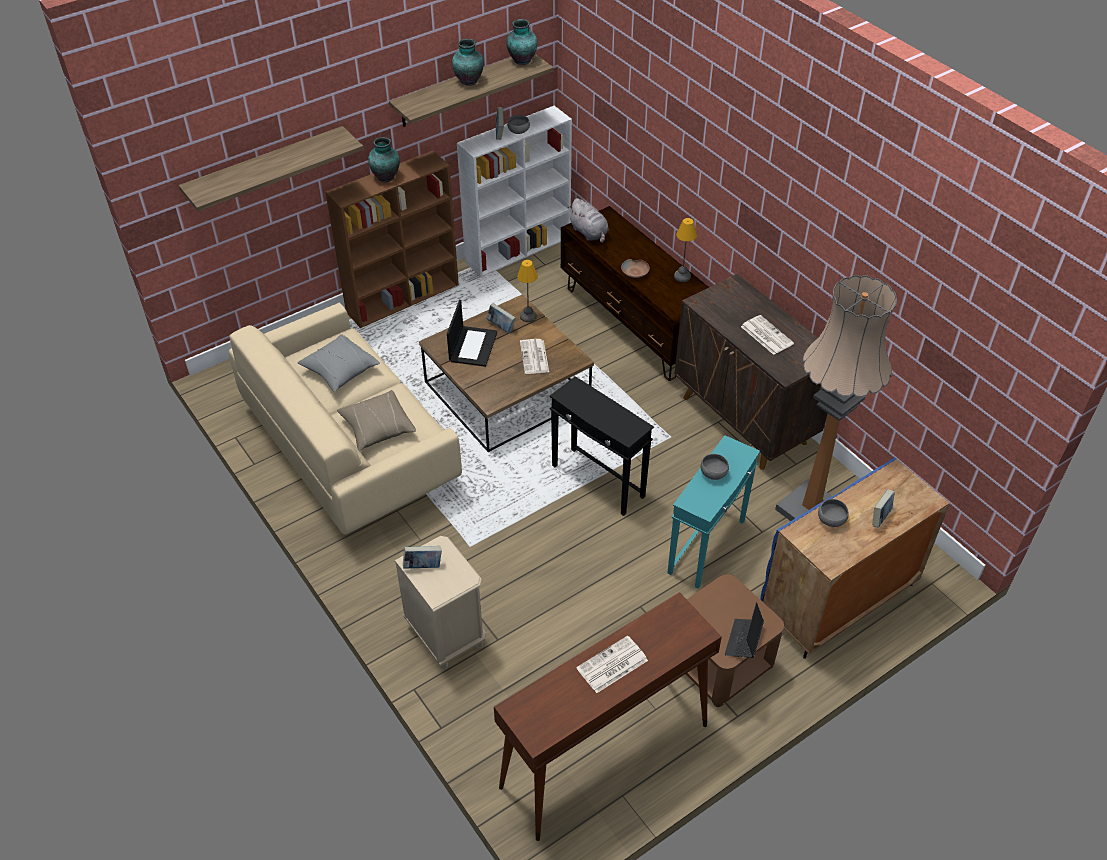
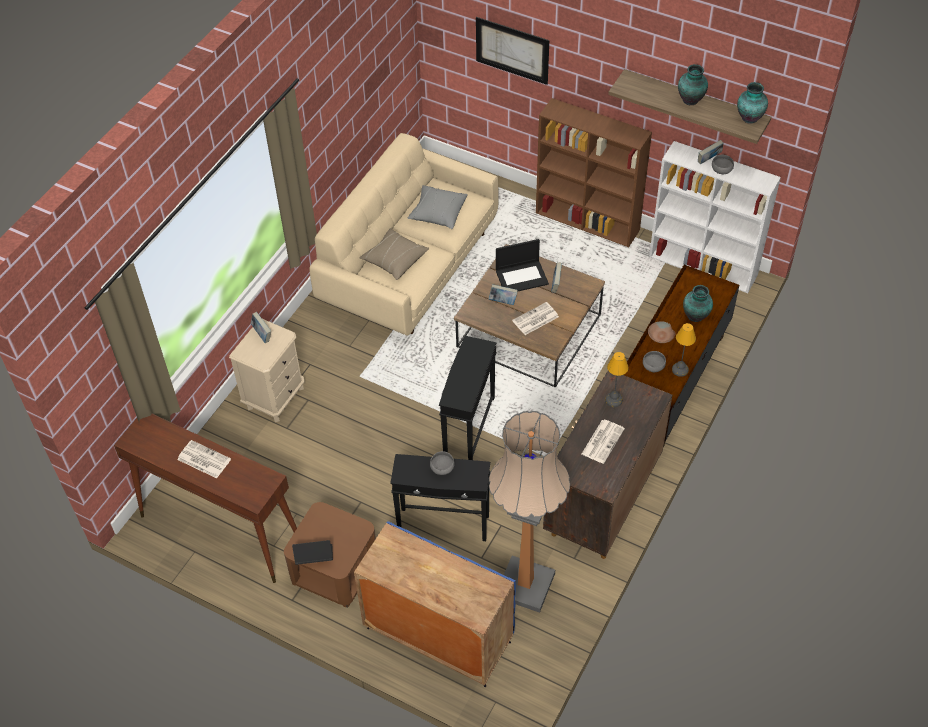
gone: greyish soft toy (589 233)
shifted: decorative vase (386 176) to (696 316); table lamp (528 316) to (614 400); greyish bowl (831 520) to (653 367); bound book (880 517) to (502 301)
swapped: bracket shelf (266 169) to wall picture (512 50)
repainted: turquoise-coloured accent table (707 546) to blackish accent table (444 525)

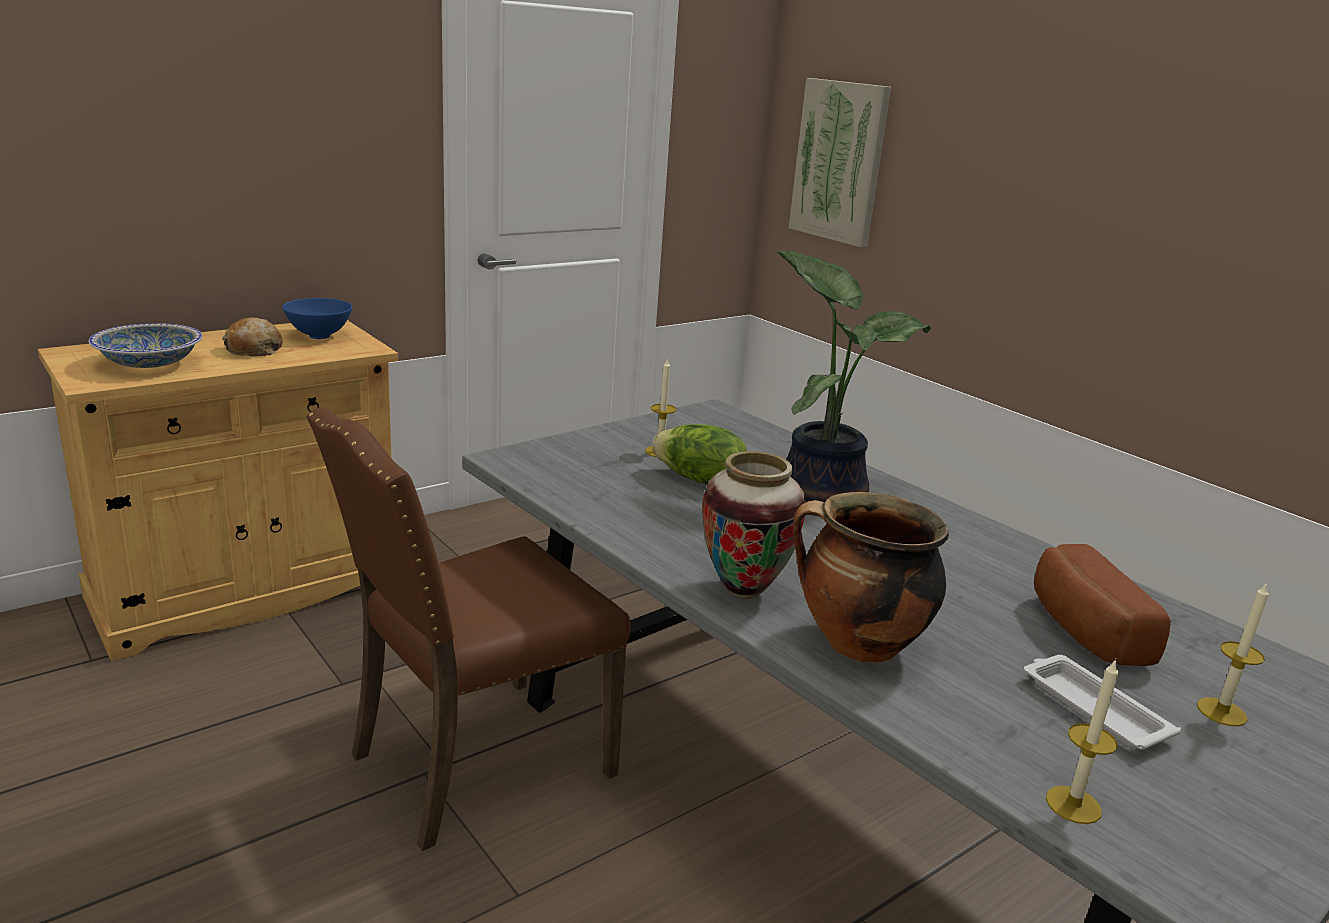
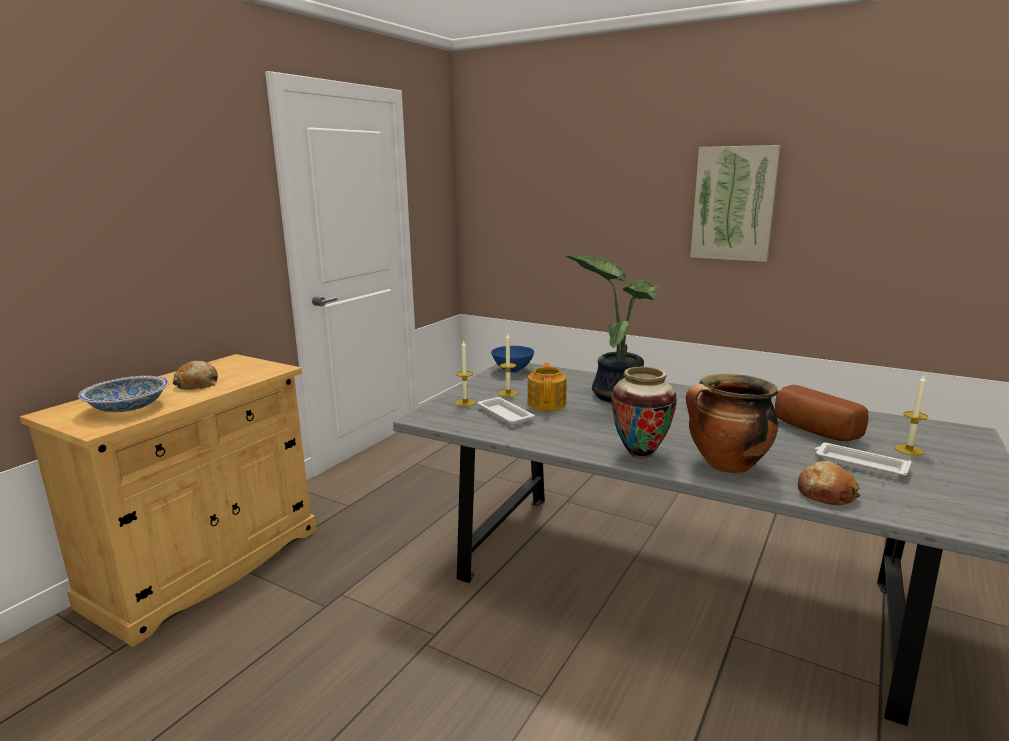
gone: brown chair (475 763)
new: whitish carrying tray (504 414); bread (826 493)
shifted: blue-coloured bowl (320 336) to (512 370); wall picture (839 161) to (734 203); wax candle (1073 805) to (465 403)
swapped: head of lettuce (699 480) to pot for tea (547 403)

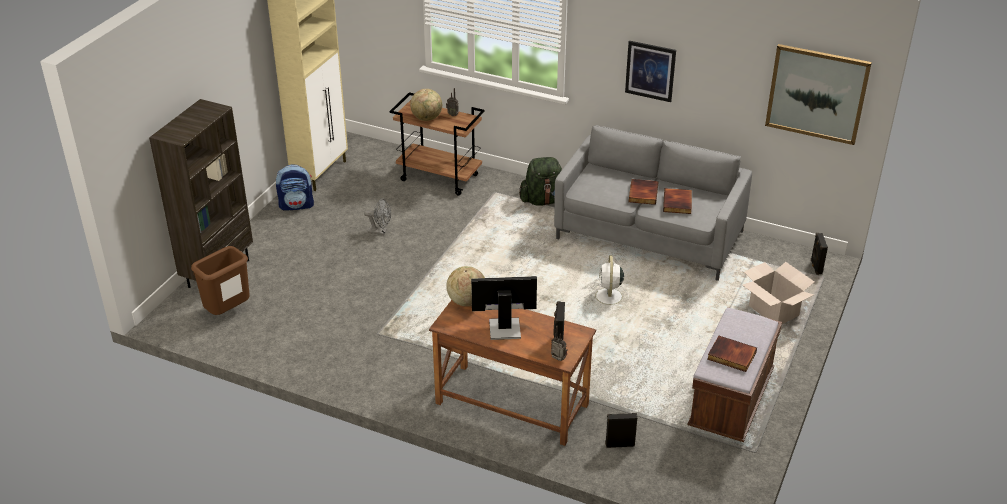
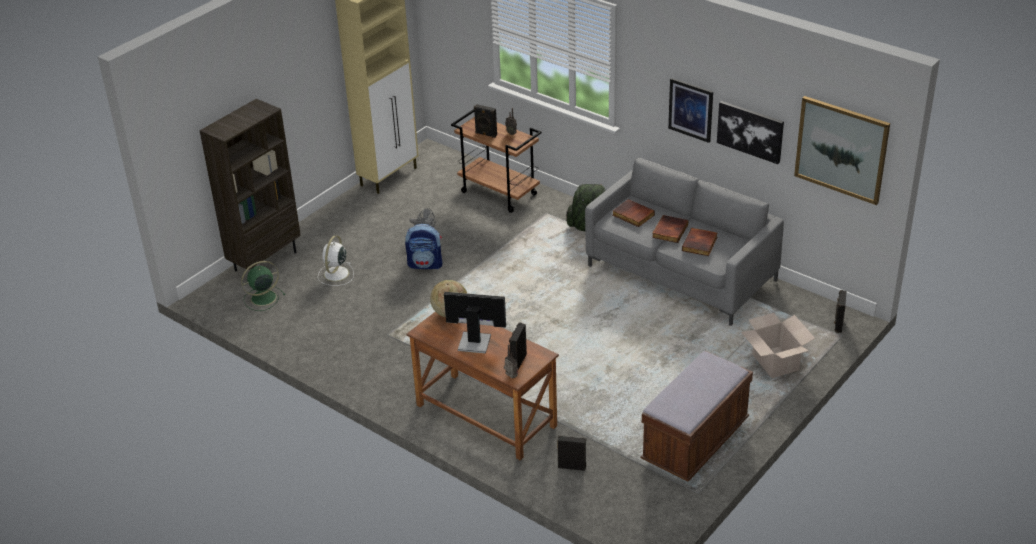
new: wall picture (750 131)
shifted: knapsack (297 205) to (426 264); whitish fan (609 297) to (336 274); bound book (731 356) to (632 215)
swapped: brown trash can (228 312) to green-coloured fan (262 298); world globe (427 118) to blackish loudspeaker (485 134)

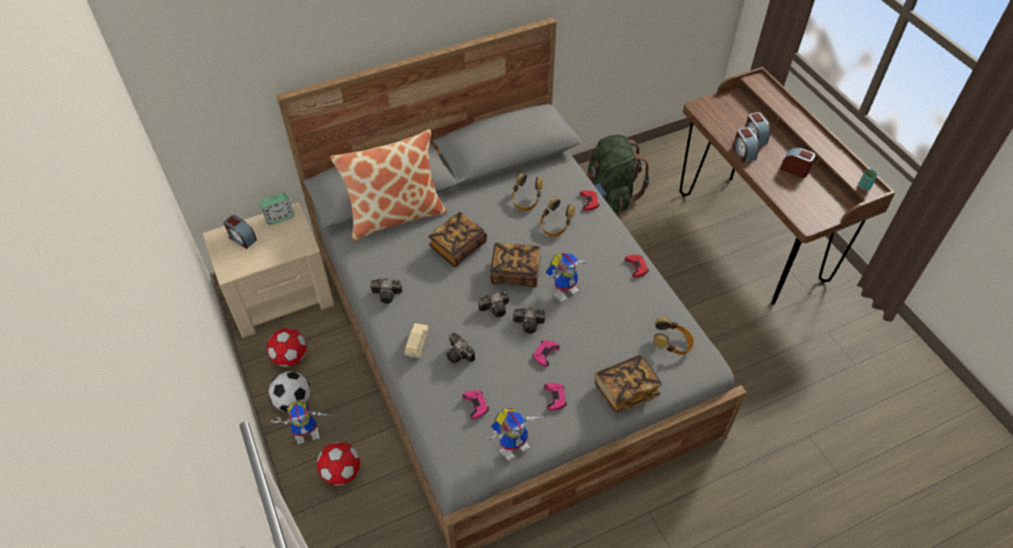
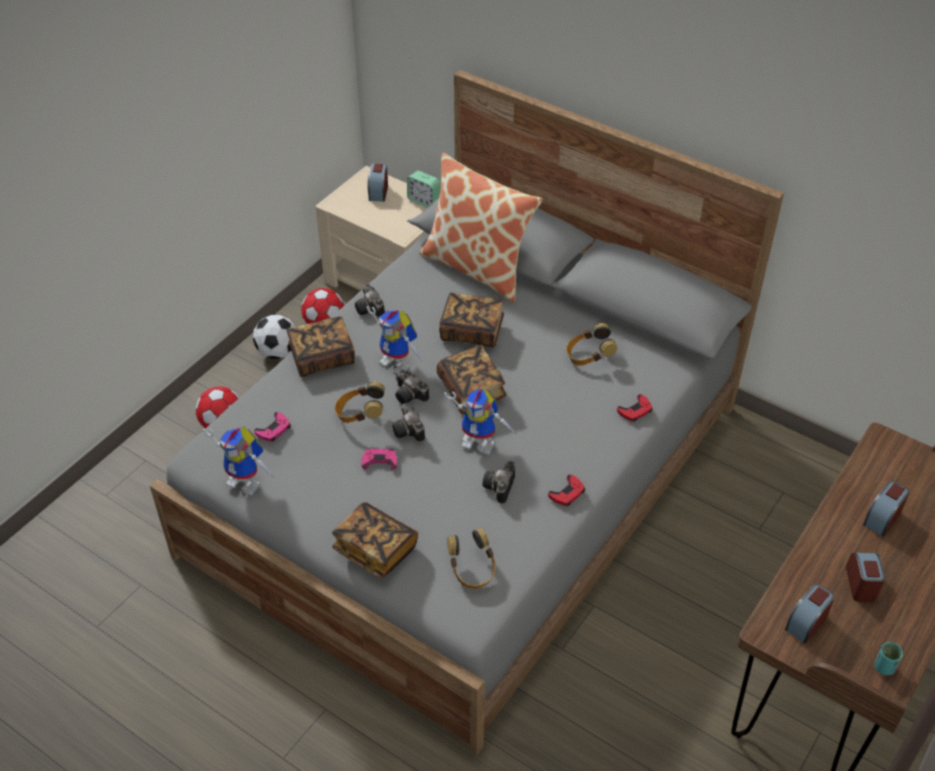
gone: pink-coloured joypad (555 397); green-coloured knapsack (610 195)
shifted: robot figure (308 432) to (399 363); photo camera (460 355) to (499 488); headphones (555 226) to (360 414); table clock (743 153) to (806 622)
swapped: sand-coloured toy car (417 345) to bound book (322 357)

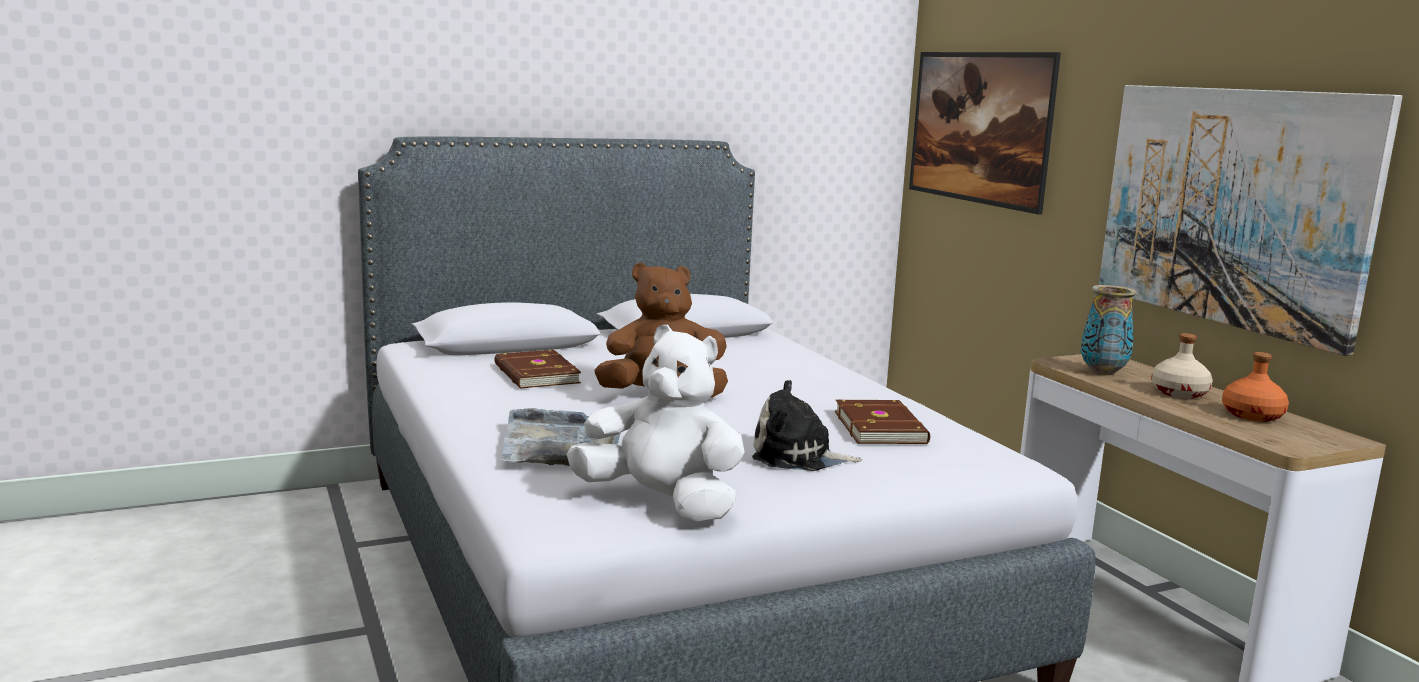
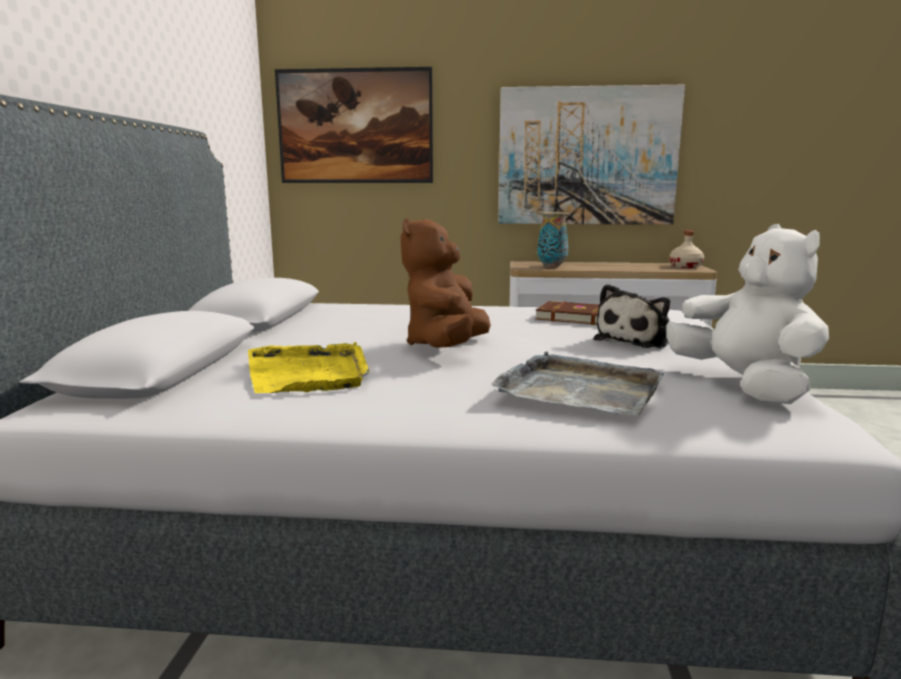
gone: orange-coloured beverage bottle (1253 415)
shifted: sand-coloured beverage bottle (1180 393) to (686 266)
swapped: brown bound book (535 374) to yellow-coloured carrying tray (308 373)
rotated: whitish soft toy (661 503) = (744 386) 105 degrees clockwise

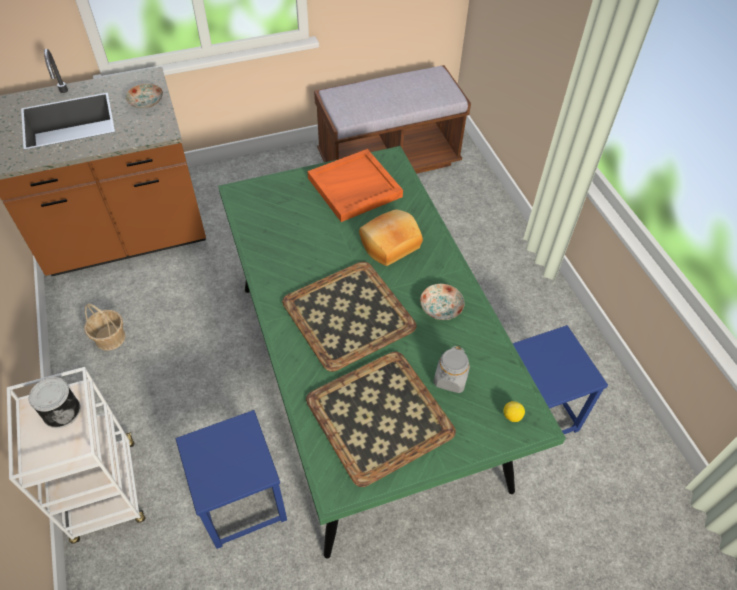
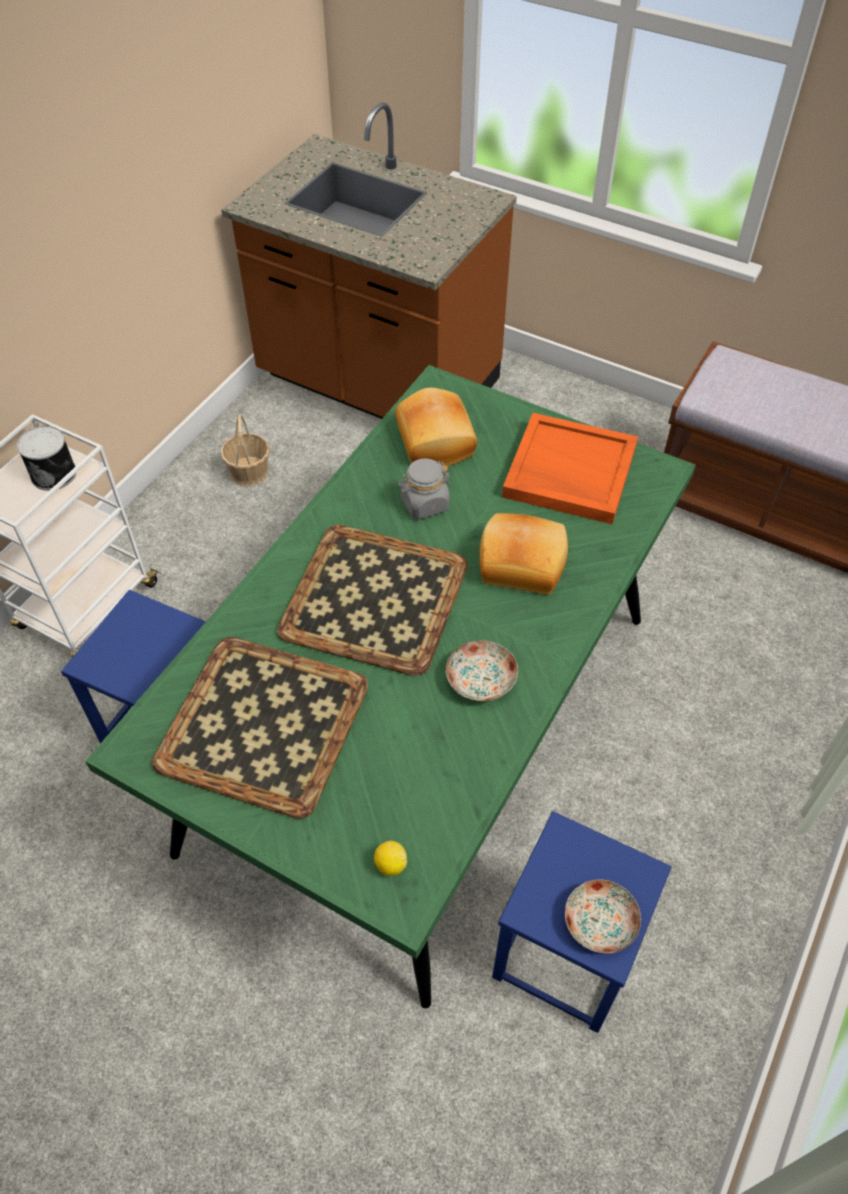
new: bread (437 441)
shifted: dinner plate (146 102) to (600 923); greyish preserve jar (450 379) to (424 504)

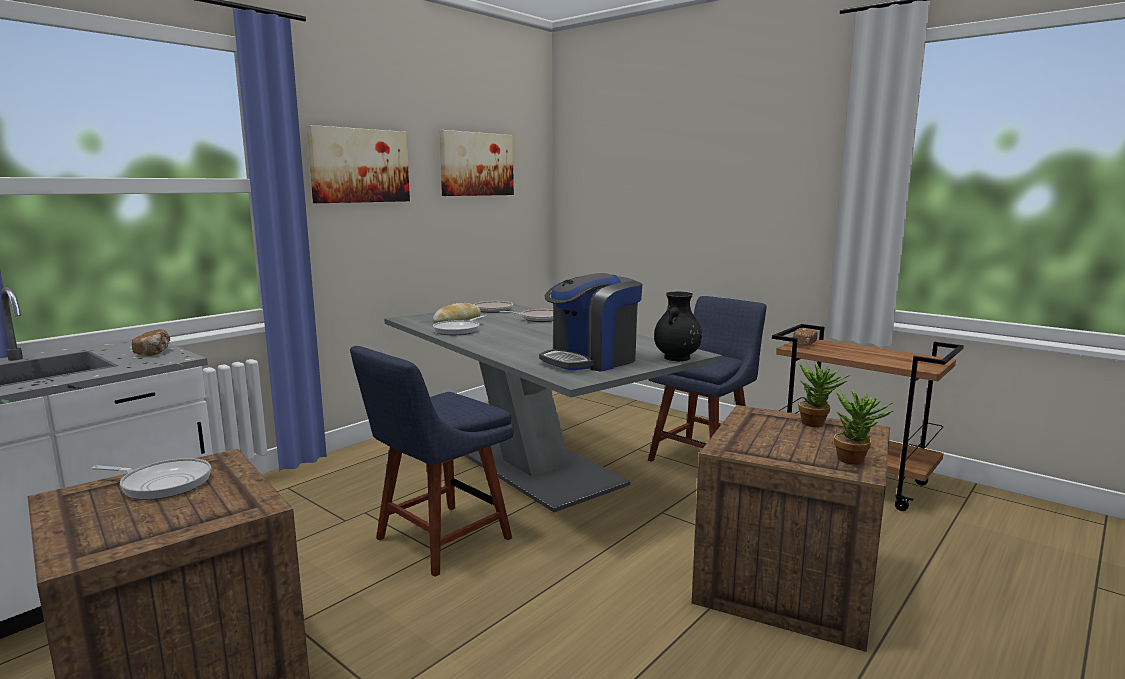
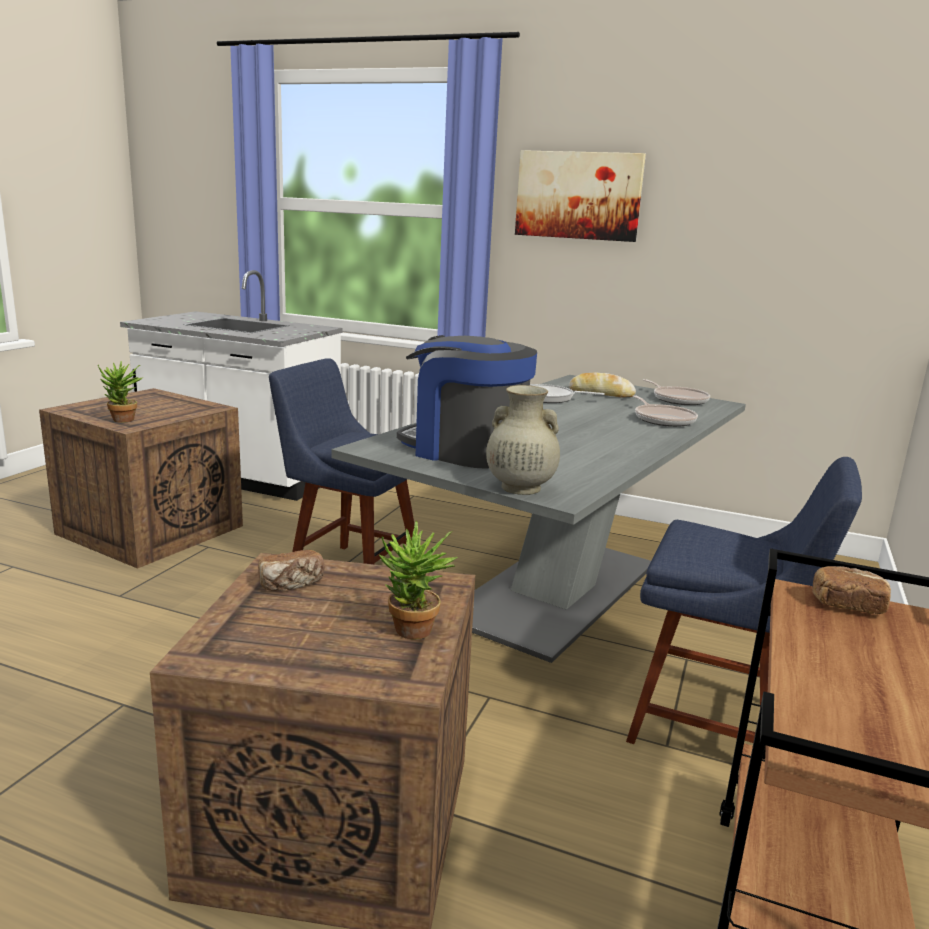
gone: frying pan (162 483); wall picture (476 164)
shifted: bread (154 352) to (291 584); potted plant (856 460) to (123 421)
repainted: blackish decorative vase (676 358) to sand-coloured decorative vase (519 488)

